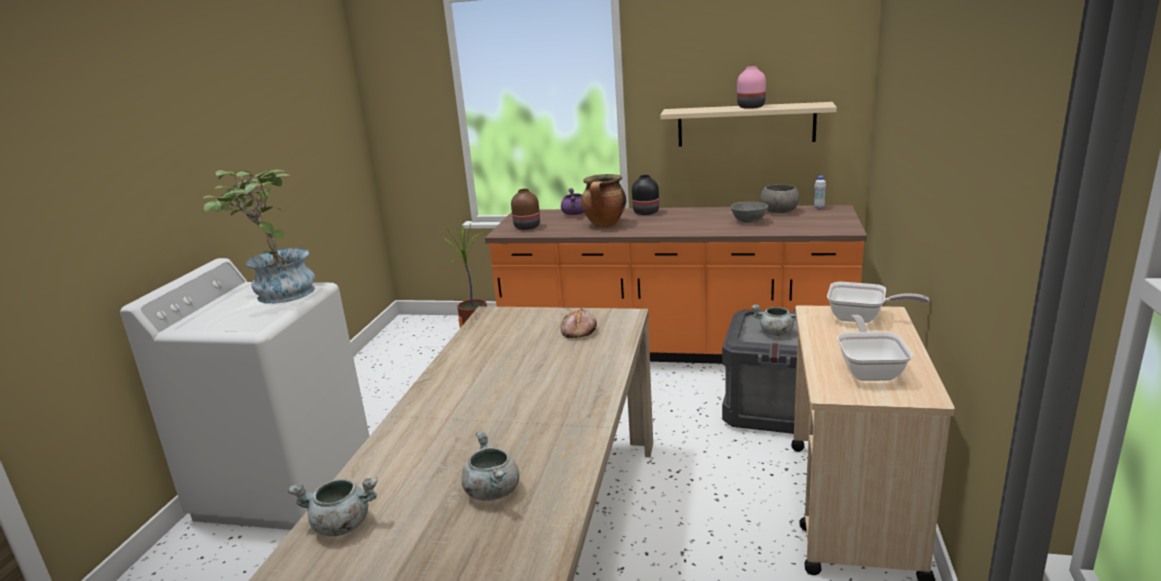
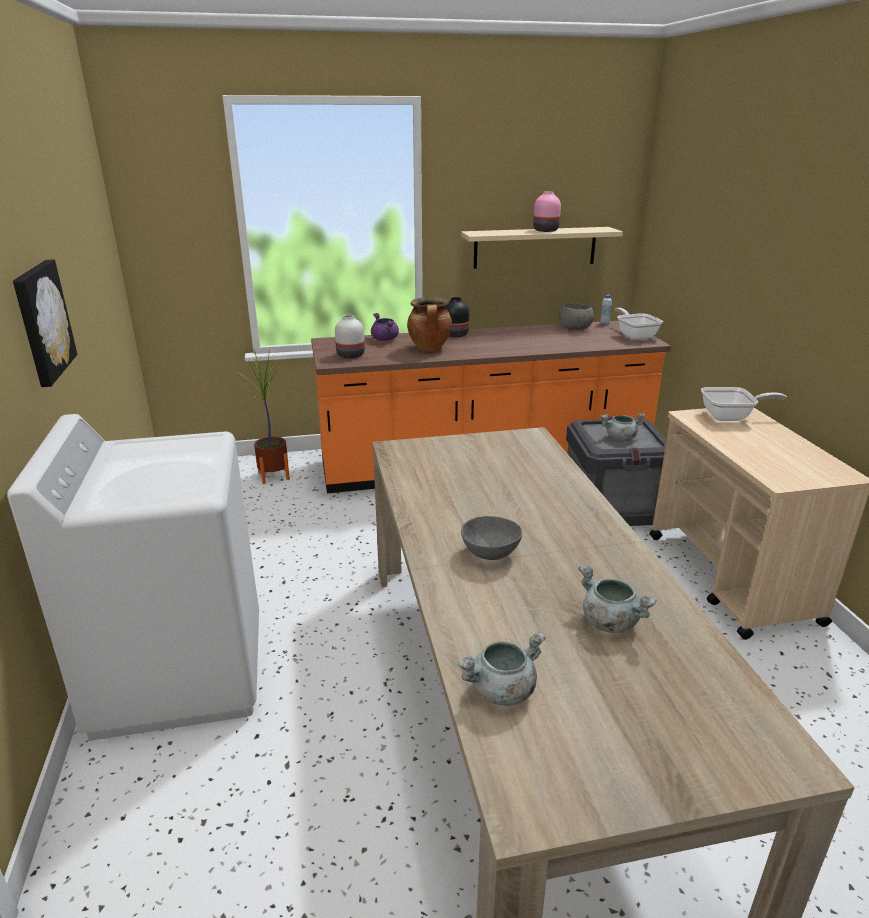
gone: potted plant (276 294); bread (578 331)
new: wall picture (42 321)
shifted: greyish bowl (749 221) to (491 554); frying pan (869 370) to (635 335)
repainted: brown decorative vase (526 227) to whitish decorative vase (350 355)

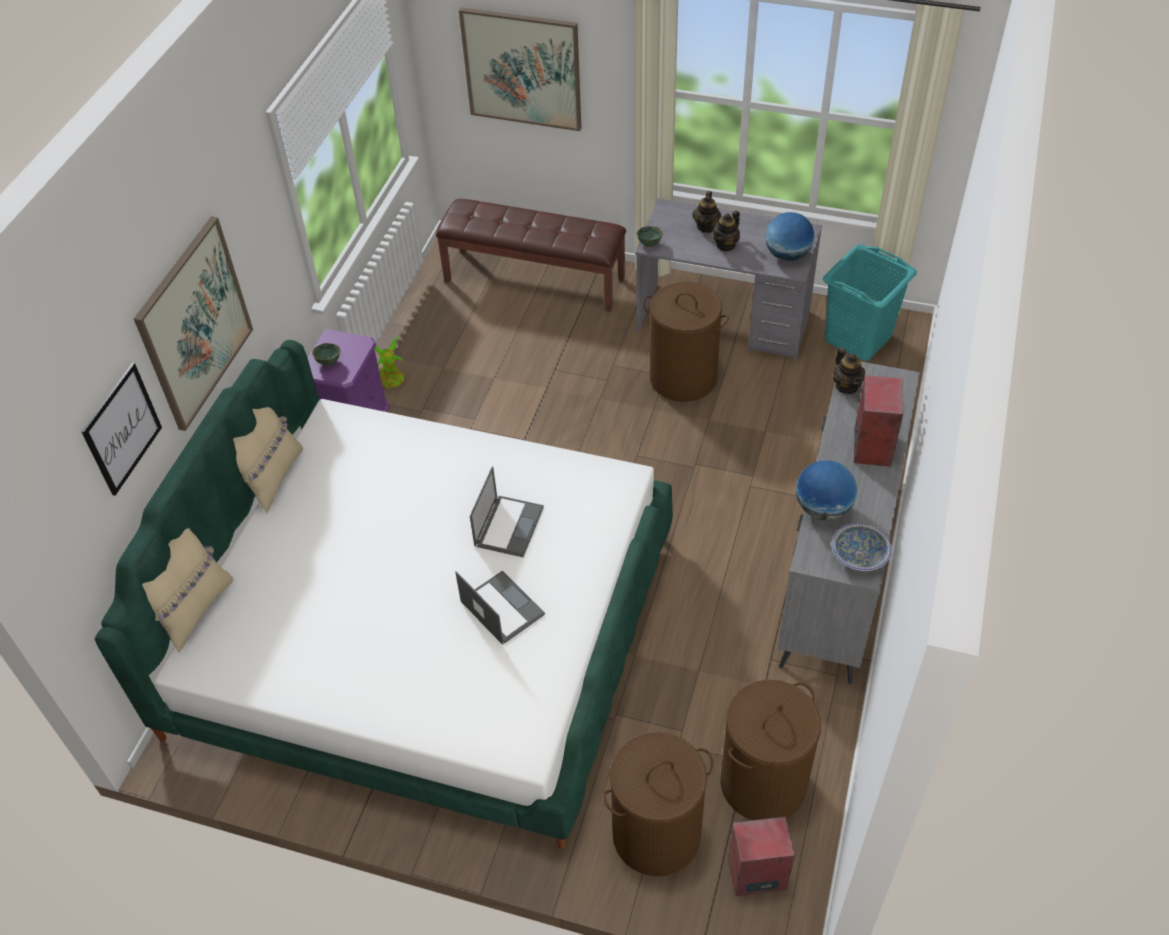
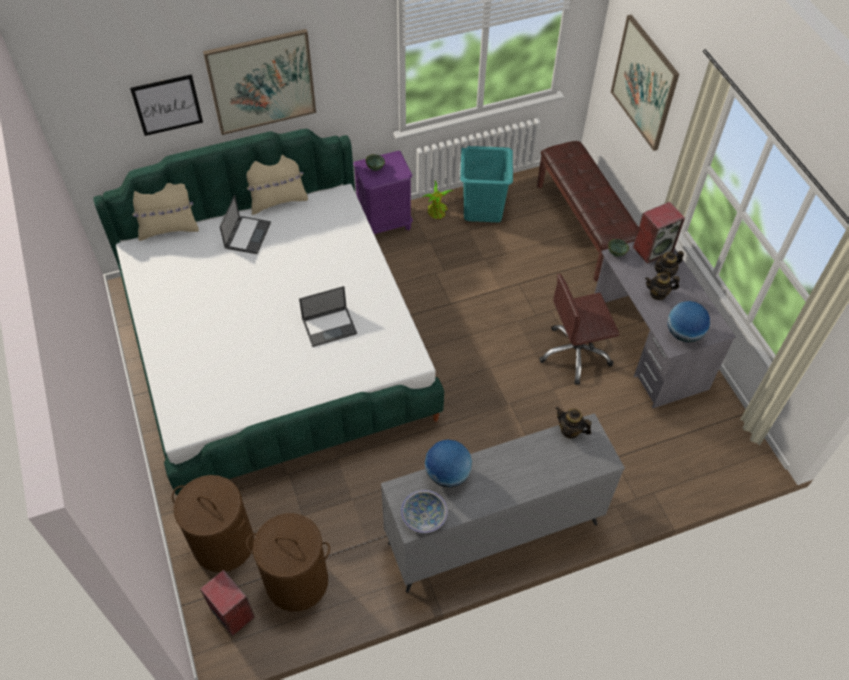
shifted: notebook computer (501 607) to (248 235); turquoise-coloured washing basket (858 338) to (483 209); loudspeaker (871 446) to (653 249)
swapped: brown washing basket (682 378) to brown desk chair (575 354)
rotated: pot for tea (846 386) = (570 430) 90 degrees clockwise

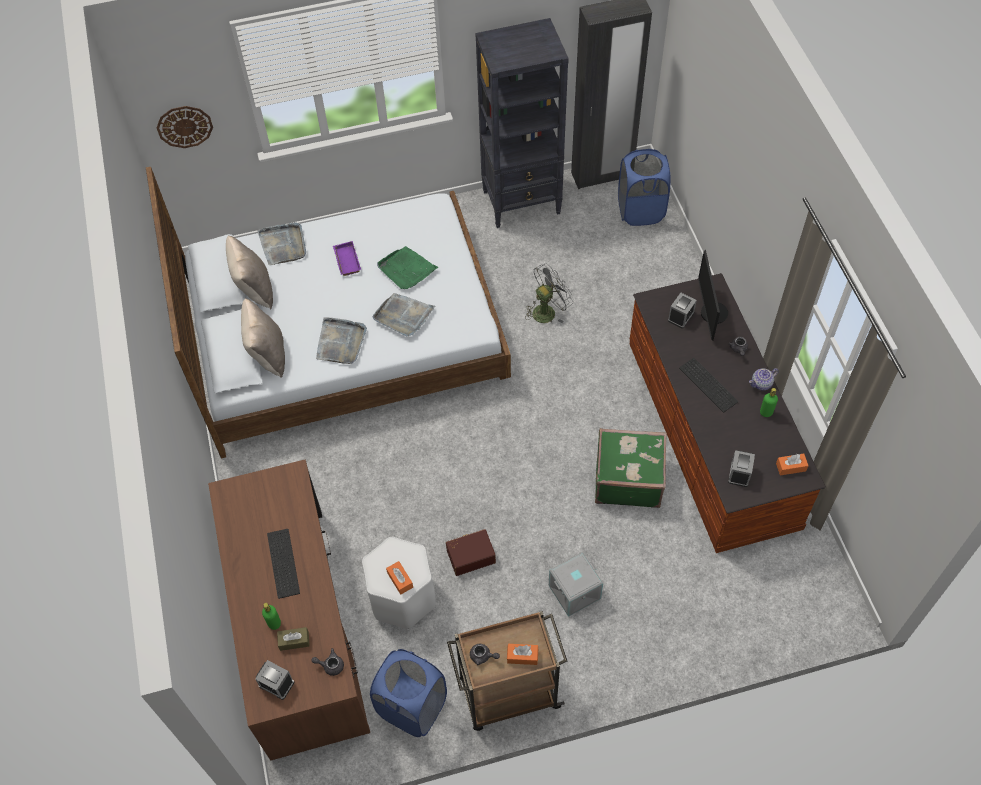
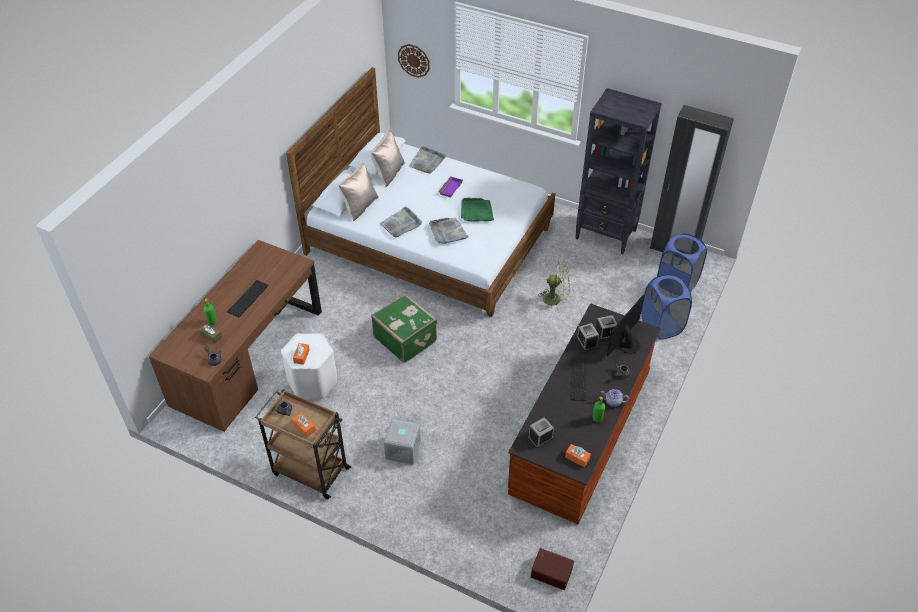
shifted: table clock (276 684) to (586 342); blue-coloured washing basket (412 707) to (661 325); brown storage bin (470 555) to (551 571); green-coloured suitcase (627 478) to (405 339)
repainted: greyish fan (547 310) to green-coloured fan (556 299)

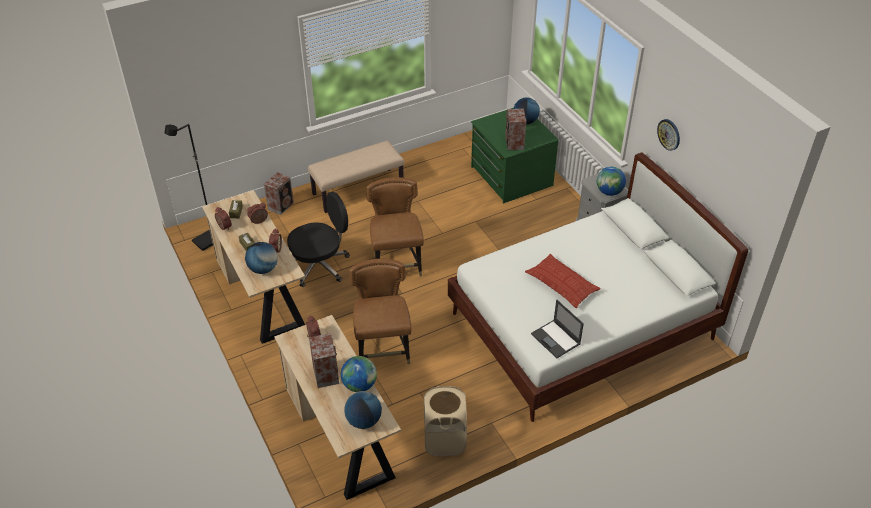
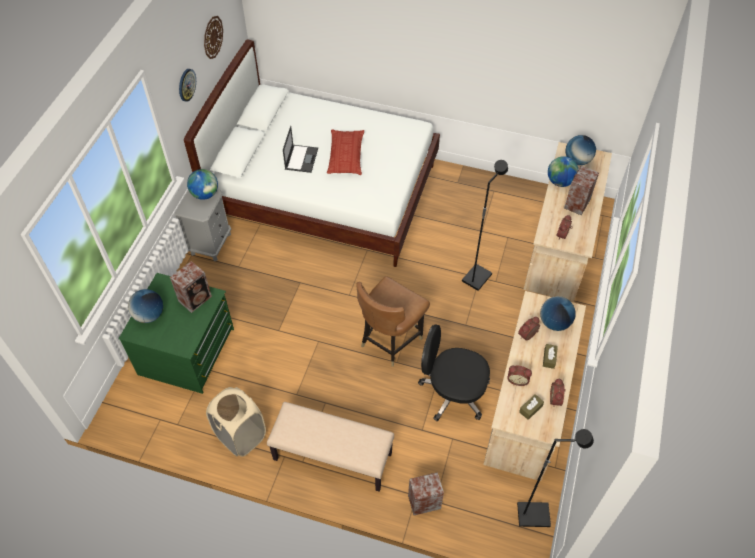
new: clock on the wall (212 37)
shifted: sand-coloured washing basket (444 440) to (240 435); notebook computer (556 339) to (301 158)
swapped: brown chair (383 350) to blackish standing lamp (476 277)

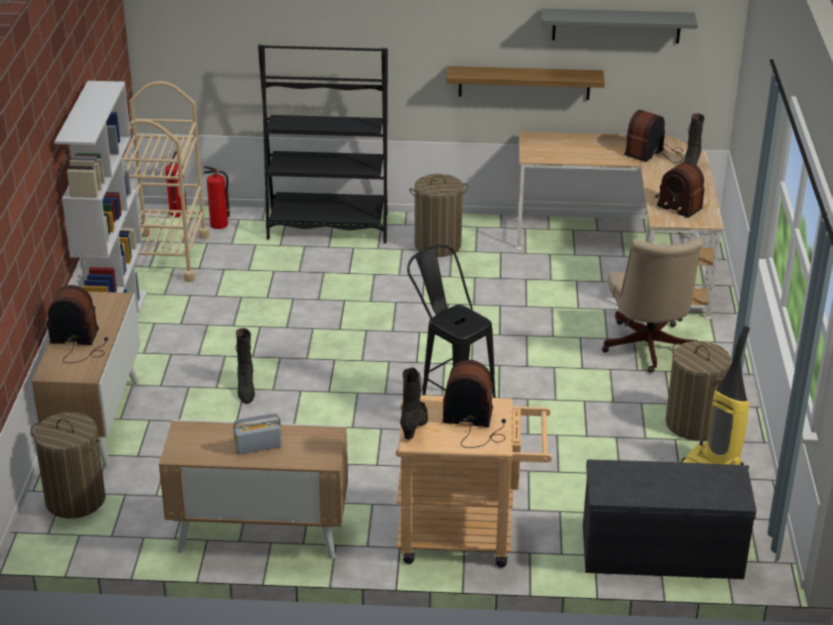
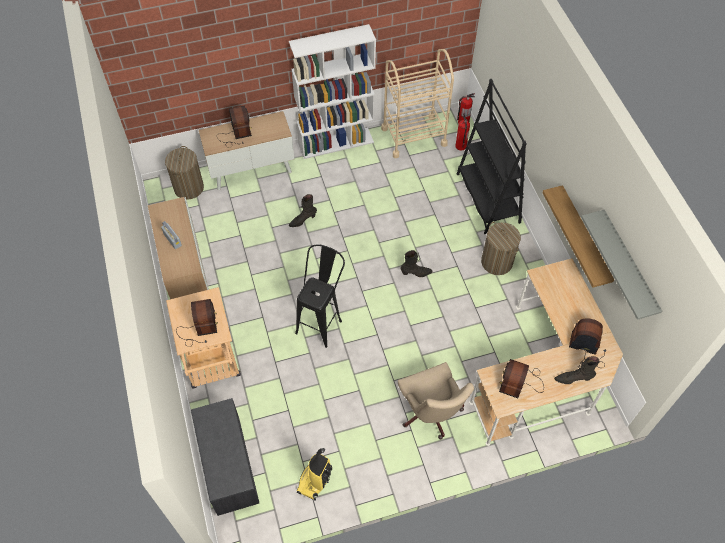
gone: washing basket (693 423)
shifted: blackish high-top boot (415 425) to (416 273)
rotated: sand-coloured desk chair (647 349) = (431 413) 90 degrees counterclockwise

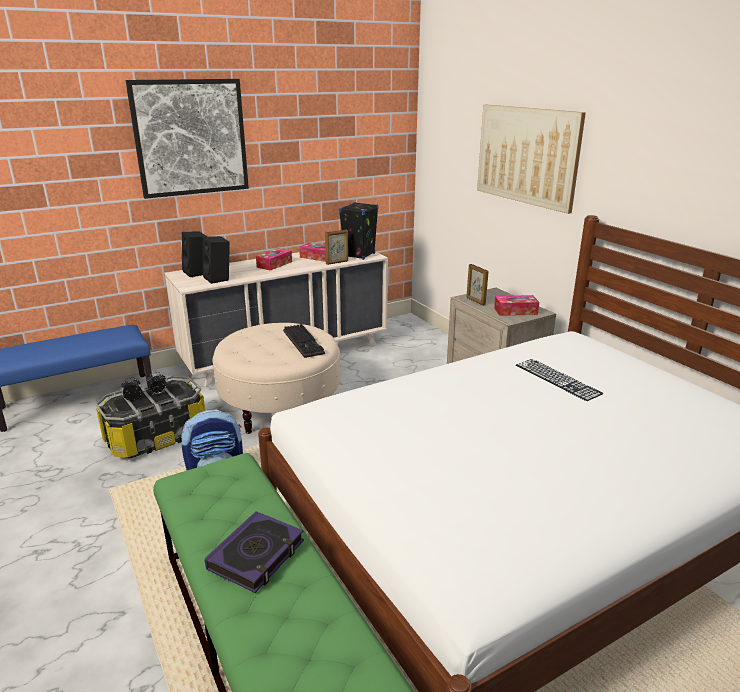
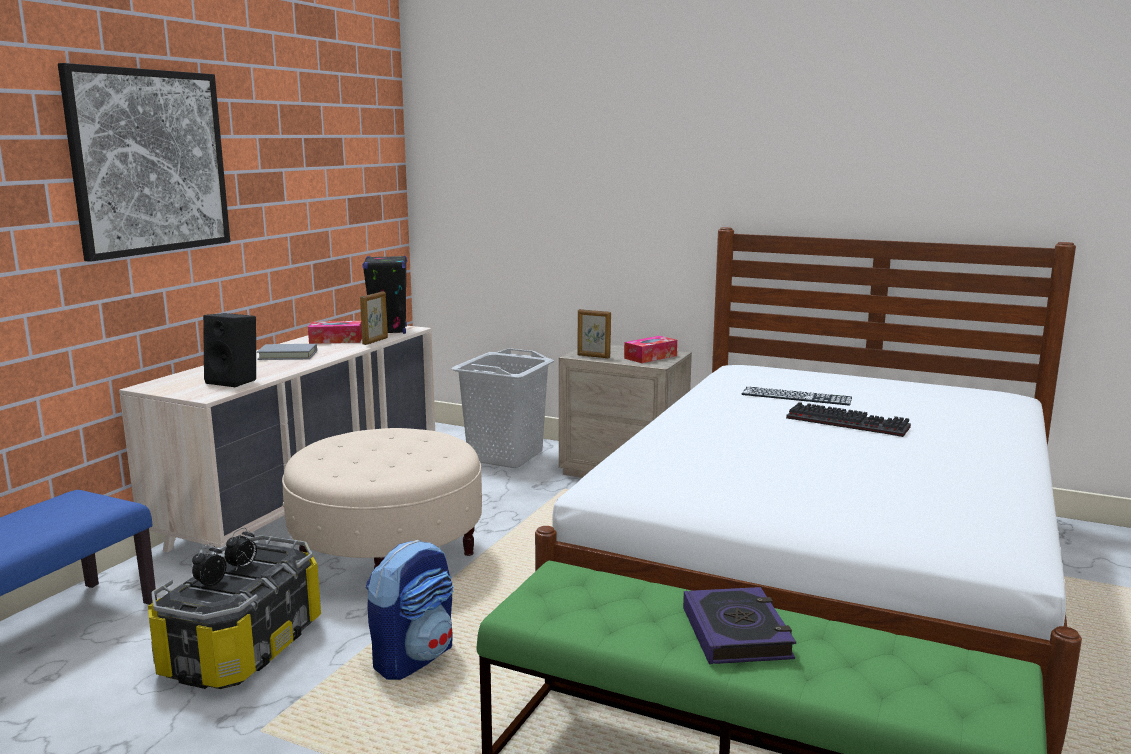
gone: blackish loudspeaker (198 273); wall picture (526 155)
new: greyish washing basket (506 456)
shifted: keyboard (305 342) to (850 423)
swapped: tissue box (274 264) to greyish bound book (288 355)

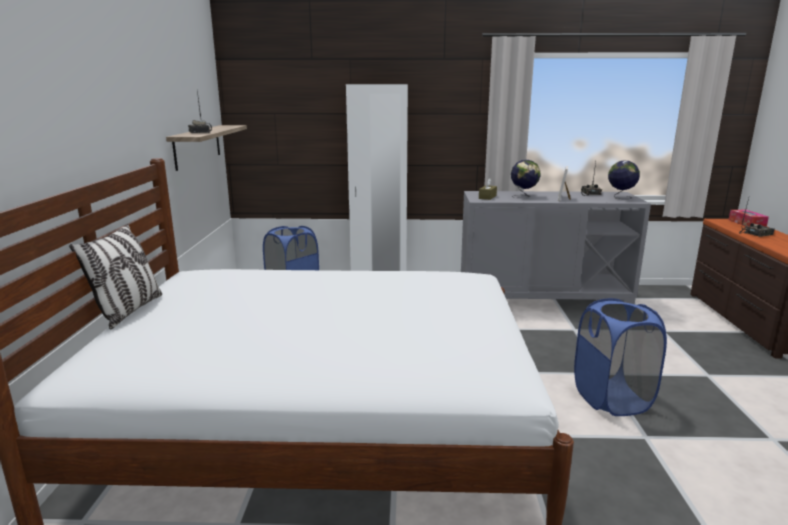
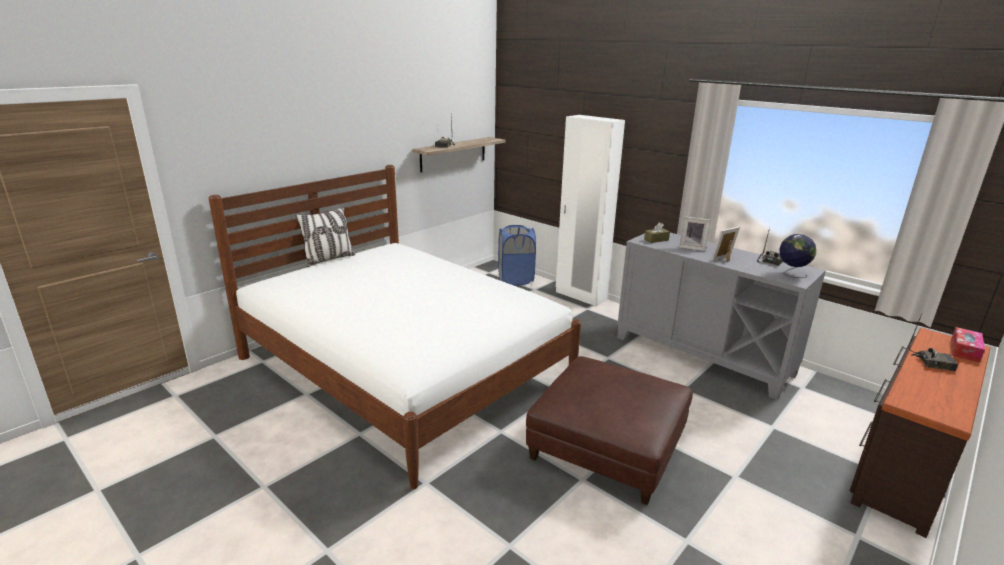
swapped: world globe (524 196) to standing frame (692 247); blue-coloured washing basket (611 399) to brown ottoman (608 446)

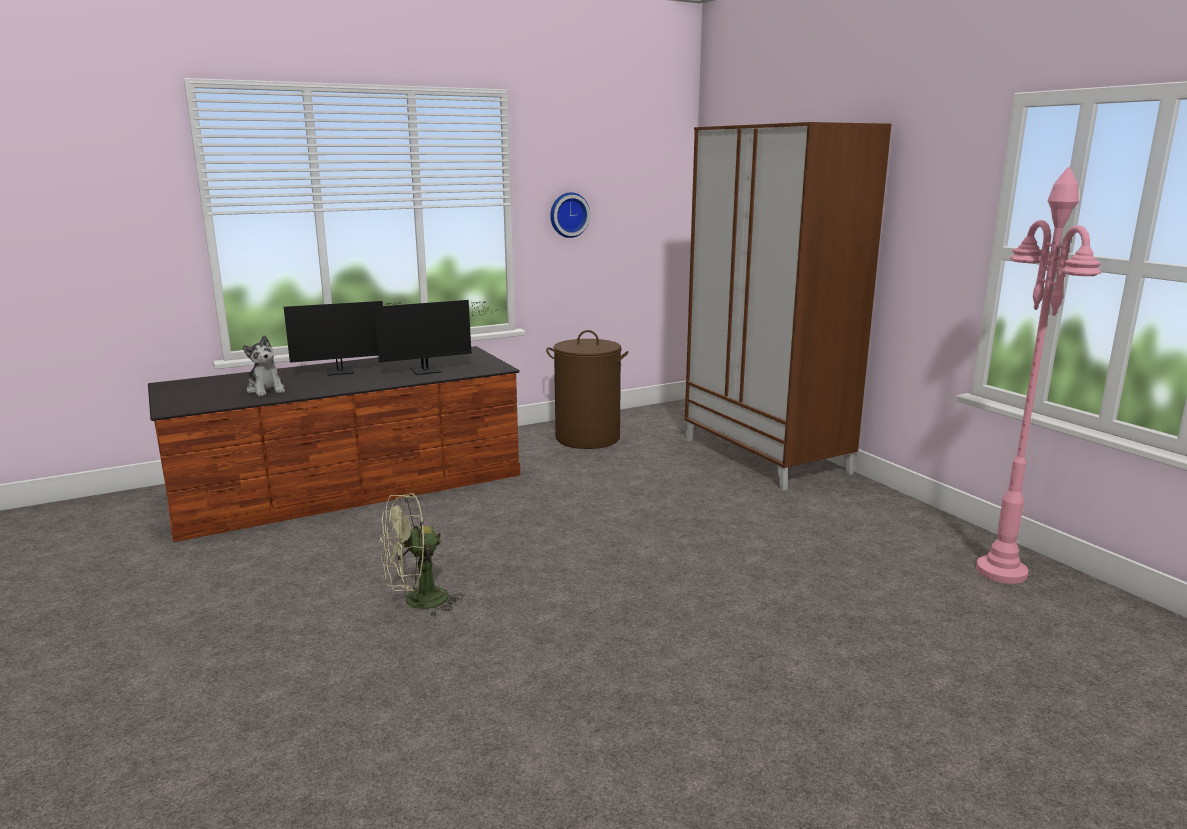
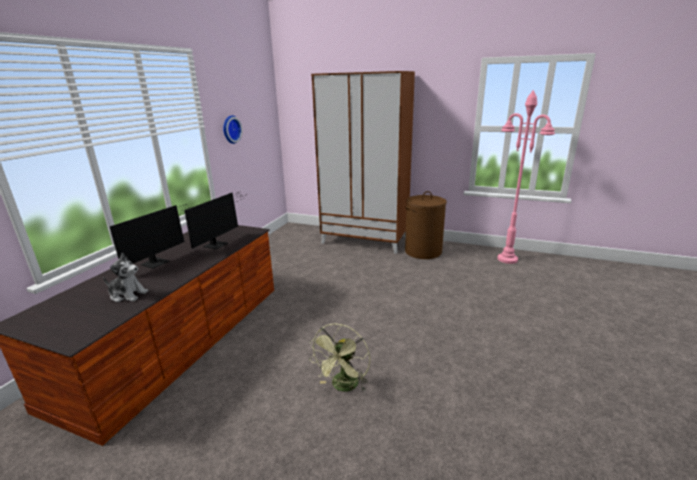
shifted: brown washing basket (587 438) to (423 251)

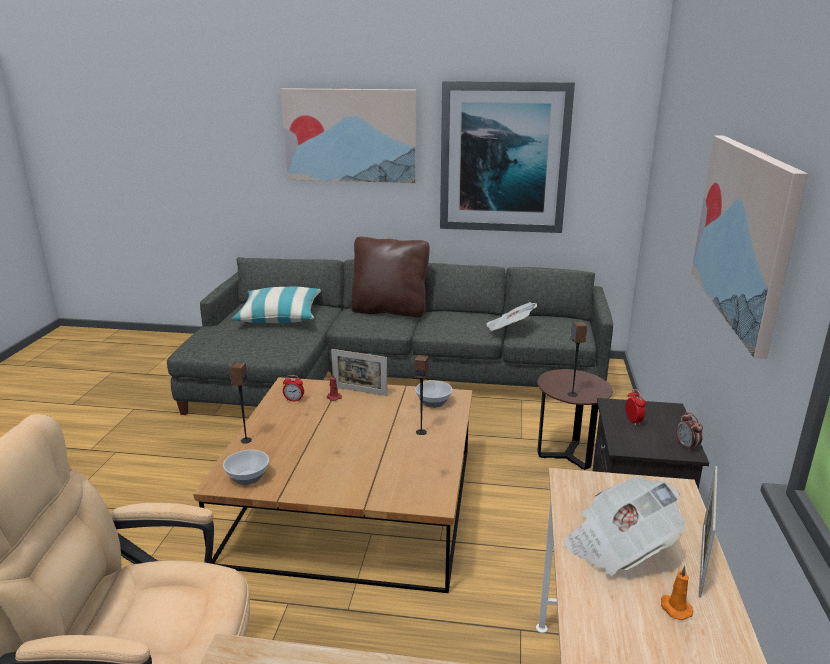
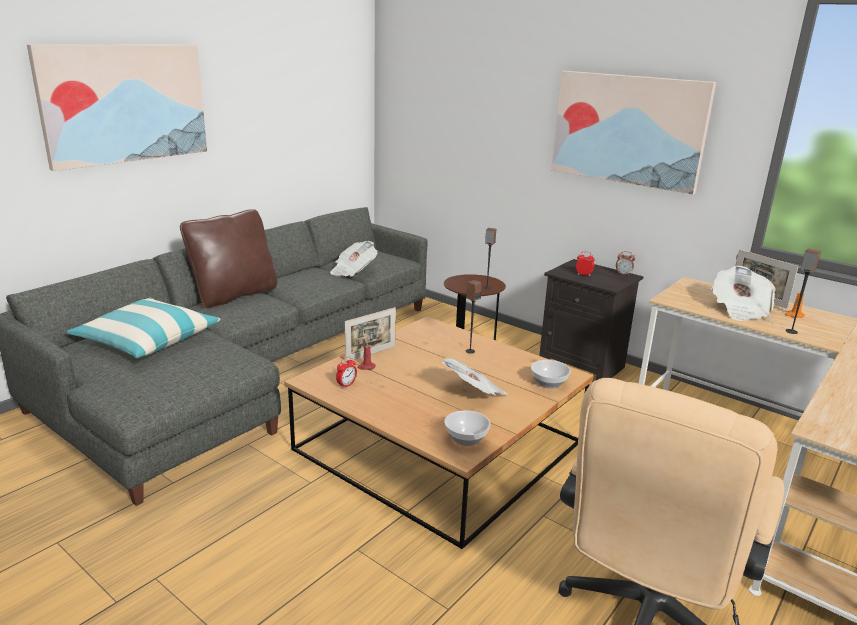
gone: wall picture (504 157)
new: newspaper (474 393)
shifted: loudspeaker (246 440) to (791 331); bowl (434 402) to (549 383)

